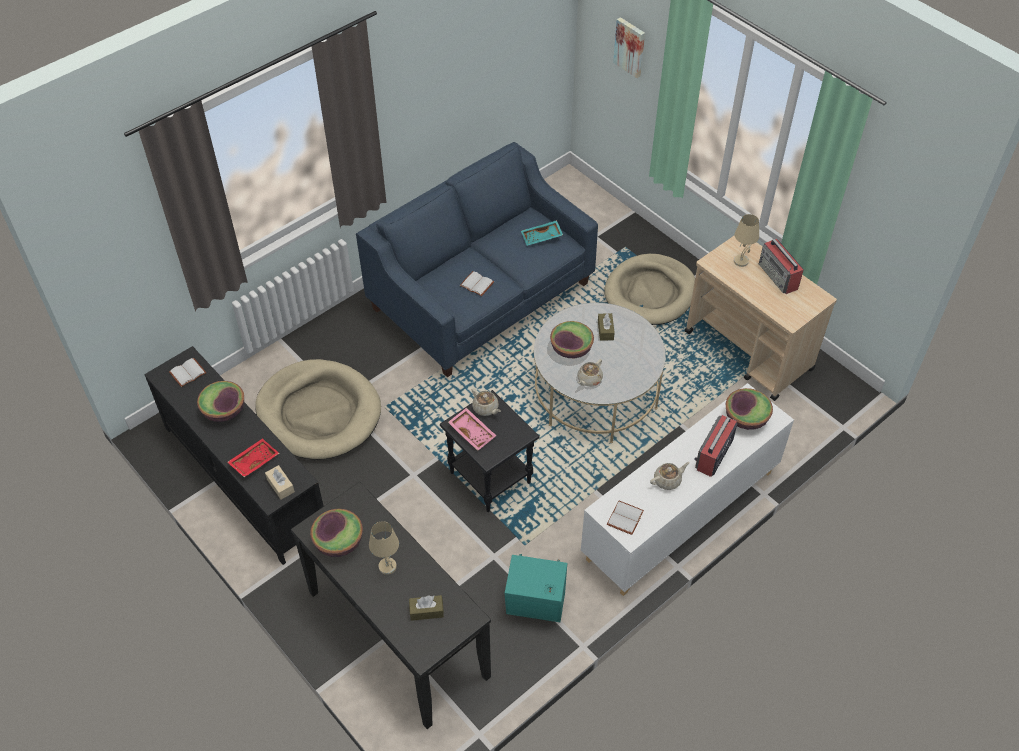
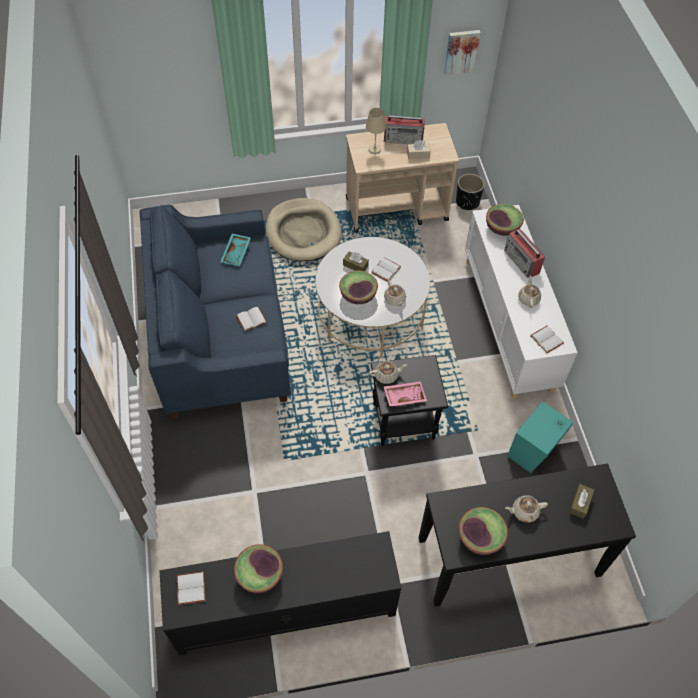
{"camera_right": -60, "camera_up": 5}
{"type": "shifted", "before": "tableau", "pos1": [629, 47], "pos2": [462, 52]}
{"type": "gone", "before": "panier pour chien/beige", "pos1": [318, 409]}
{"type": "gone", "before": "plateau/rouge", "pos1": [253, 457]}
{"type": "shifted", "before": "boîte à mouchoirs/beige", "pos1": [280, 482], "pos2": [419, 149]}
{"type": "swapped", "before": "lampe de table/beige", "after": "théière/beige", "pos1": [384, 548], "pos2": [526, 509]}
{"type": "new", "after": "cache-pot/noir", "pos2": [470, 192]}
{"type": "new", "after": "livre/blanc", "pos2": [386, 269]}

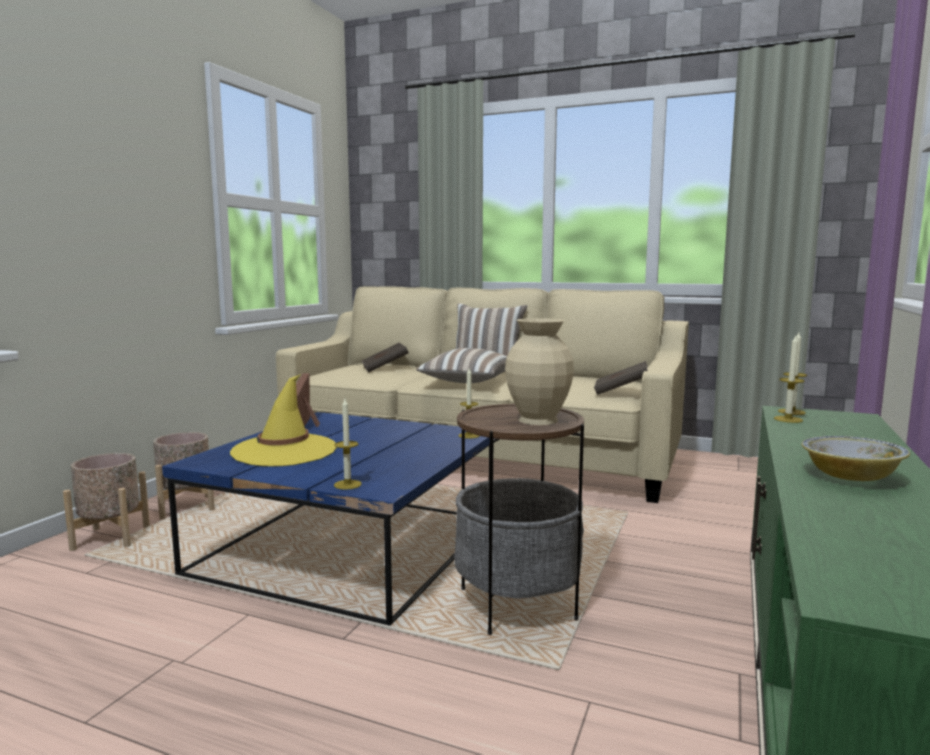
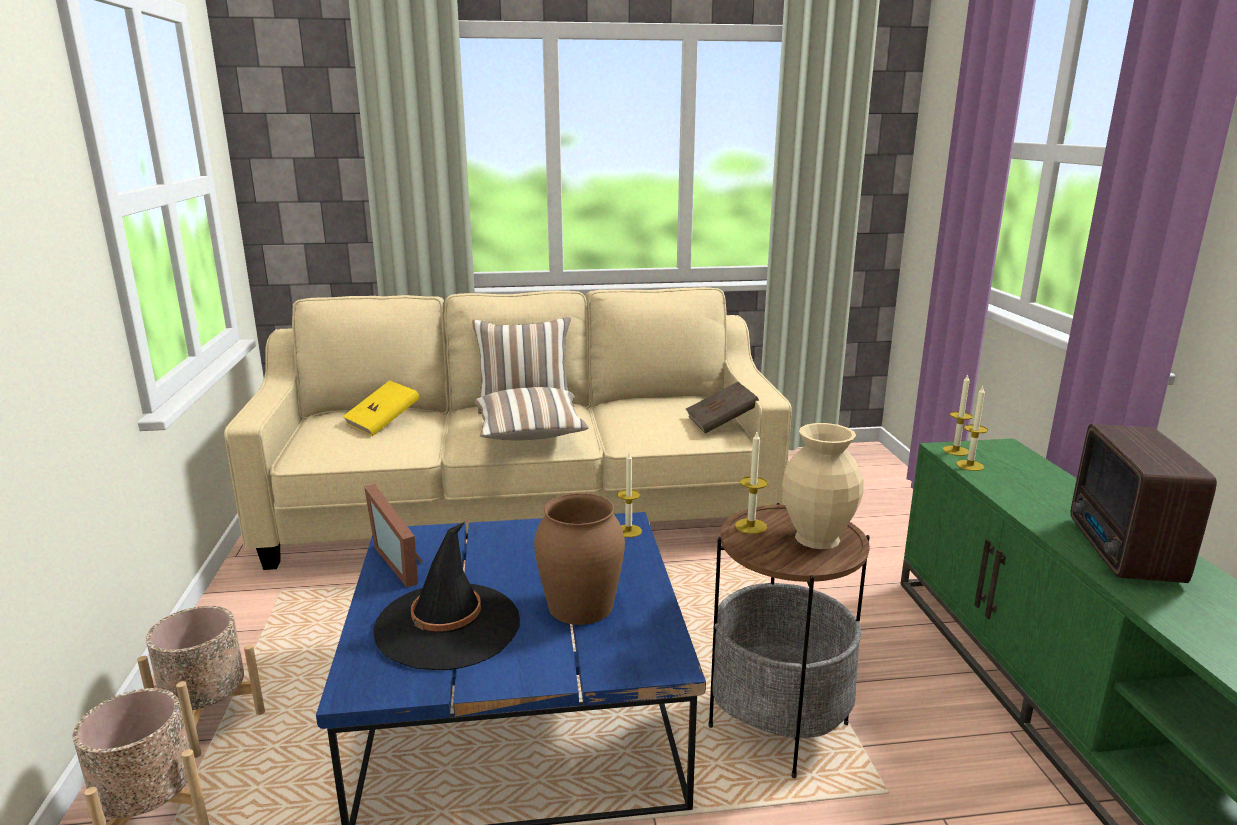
{"camera_right": -30, "camera_up": 10}
{"type": "repainted", "before": "livre/marron", "after": "livre/jaune", "pos1": [385, 357], "pos2": [381, 408]}
{"type": "repainted", "before": "chapeau/jaune", "after": "chapeau/noir", "pos1": [283, 420], "pos2": [447, 596]}
{"type": "shifted", "before": "bougie", "pos1": [348, 444], "pos2": [751, 483]}
{"type": "swapped", "before": "bol", "after": "radio", "pos1": [856, 458], "pos2": [1144, 503]}
{"type": "new", "after": "vase/marron", "pos2": [579, 559]}

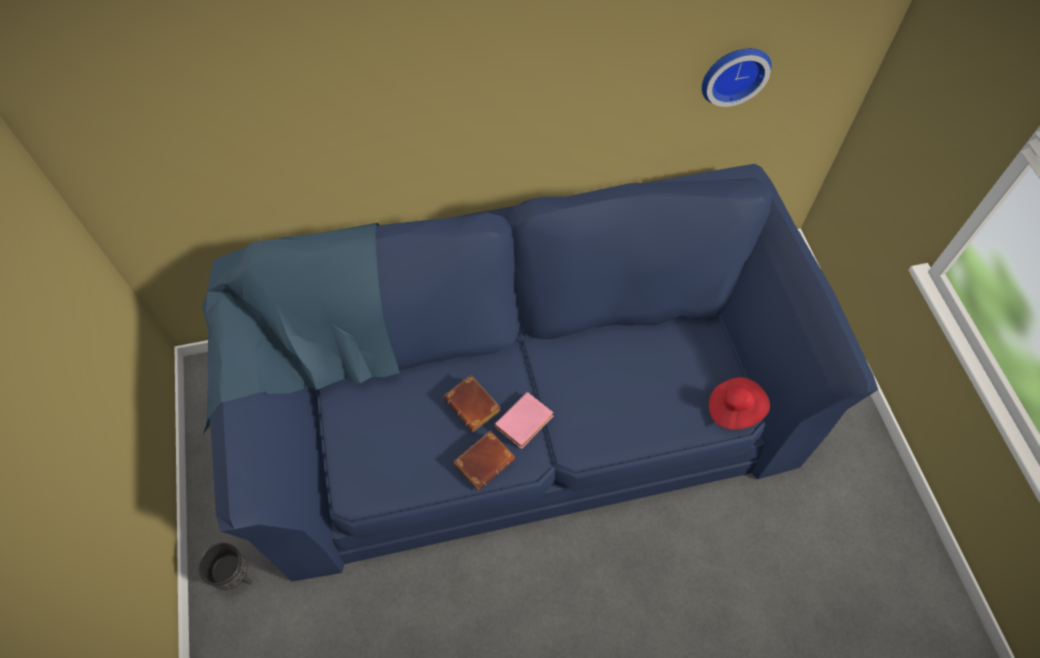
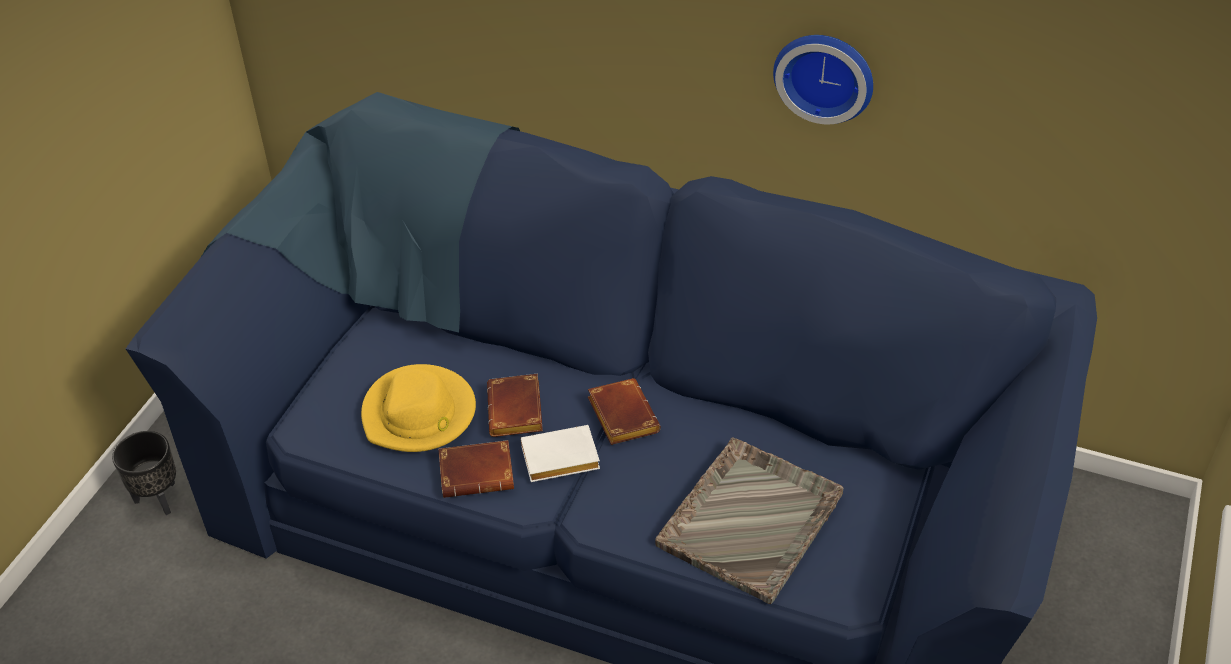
{"camera_right": 35, "camera_up": -15}
{"type": "shifted", "before": "horloge murale", "pos1": [737, 77], "pos2": [823, 79]}
{"type": "gone", "before": "chapeau/rouge", "pos1": [739, 403]}
{"type": "repainted", "before": "livre/rose", "after": "livre/blanc", "pos1": [524, 420], "pos2": [560, 453]}
{"type": "new", "after": "chapeau/jaune", "pos2": [418, 408]}
{"type": "new", "after": "livre/marron", "pos2": [624, 411]}
{"type": "new", "after": "plateau/gris", "pos2": [749, 520]}

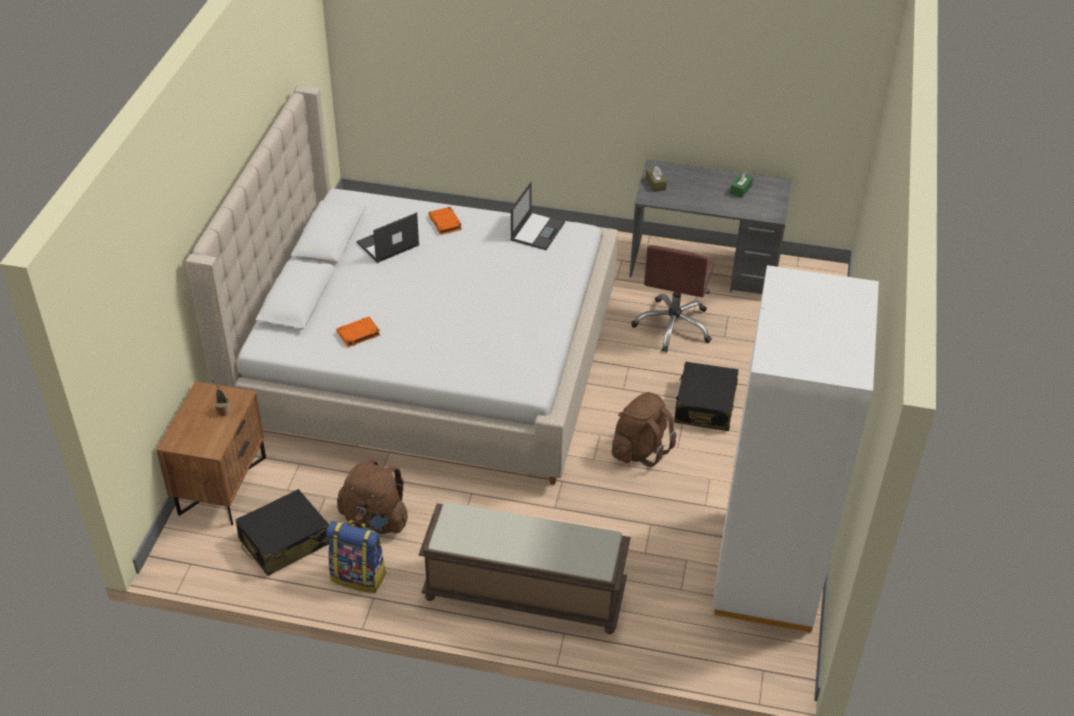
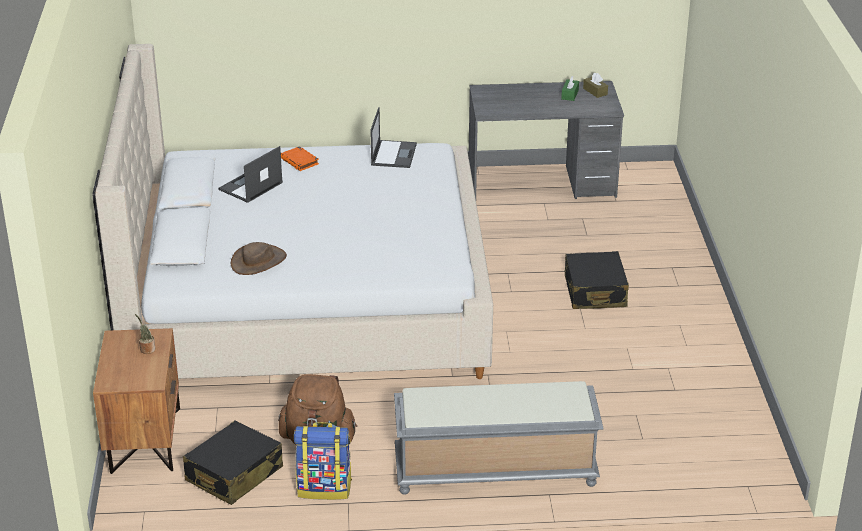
{"camera_right": -15, "camera_up": -10}
{"type": "shifted", "before": "boîte à mouchoirs/marron", "pos1": [656, 179], "pos2": [595, 85]}
{"type": "gone", "before": "chaise de bureau/marron", "pos1": [672, 299]}
{"type": "gone", "before": "armoire/blanc", "pos1": [795, 449]}
{"type": "swapped", "before": "livre/orange", "after": "chapeau/marron", "pos1": [358, 332], "pos2": [259, 258]}
{"type": "gone", "before": "sac à dos/marron", "pos1": [644, 429]}
{"type": "repainted", "before": "banc/marron", "after": "banc/gris", "pos1": [525, 568], "pos2": [499, 438]}

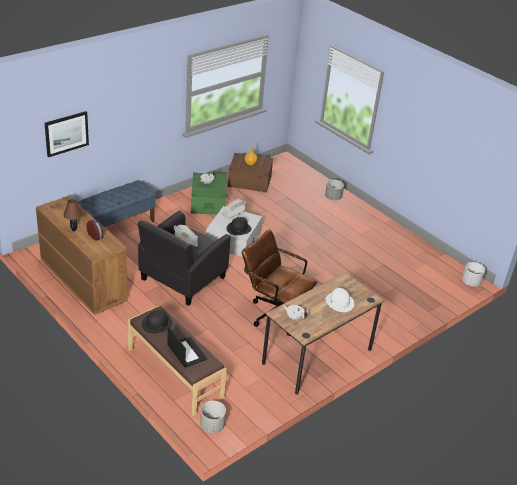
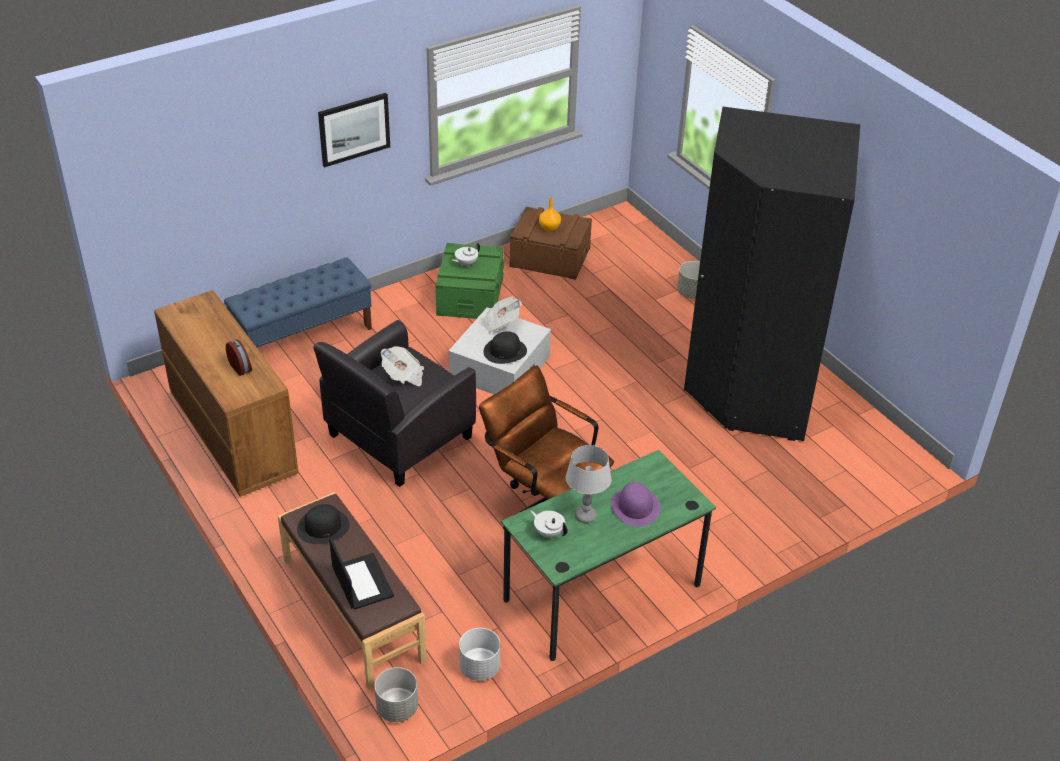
{"camera_right": 10, "camera_up": 5}
{"type": "shifted", "before": "tableau", "pos1": [67, 134], "pos2": [354, 130]}
{"type": "gone", "before": "lampe de table/marron", "pos1": [72, 215]}
{"type": "shifted", "before": "cache-pot/blanc", "pos1": [473, 274], "pos2": [479, 654]}
{"type": "repainted", "before": "bureau/marron", "after": "bureau/vert", "pos1": [323, 333], "pos2": [608, 555]}
{"type": "repainted", "before": "chapeau/blanc", "after": "chapeau/violet", "pos1": [340, 300], "pos2": [636, 504]}
{"type": "new", "after": "armoire/noir", "pos2": [772, 274]}
{"type": "new", "after": "lampe de table/gris", "pos2": [589, 484]}

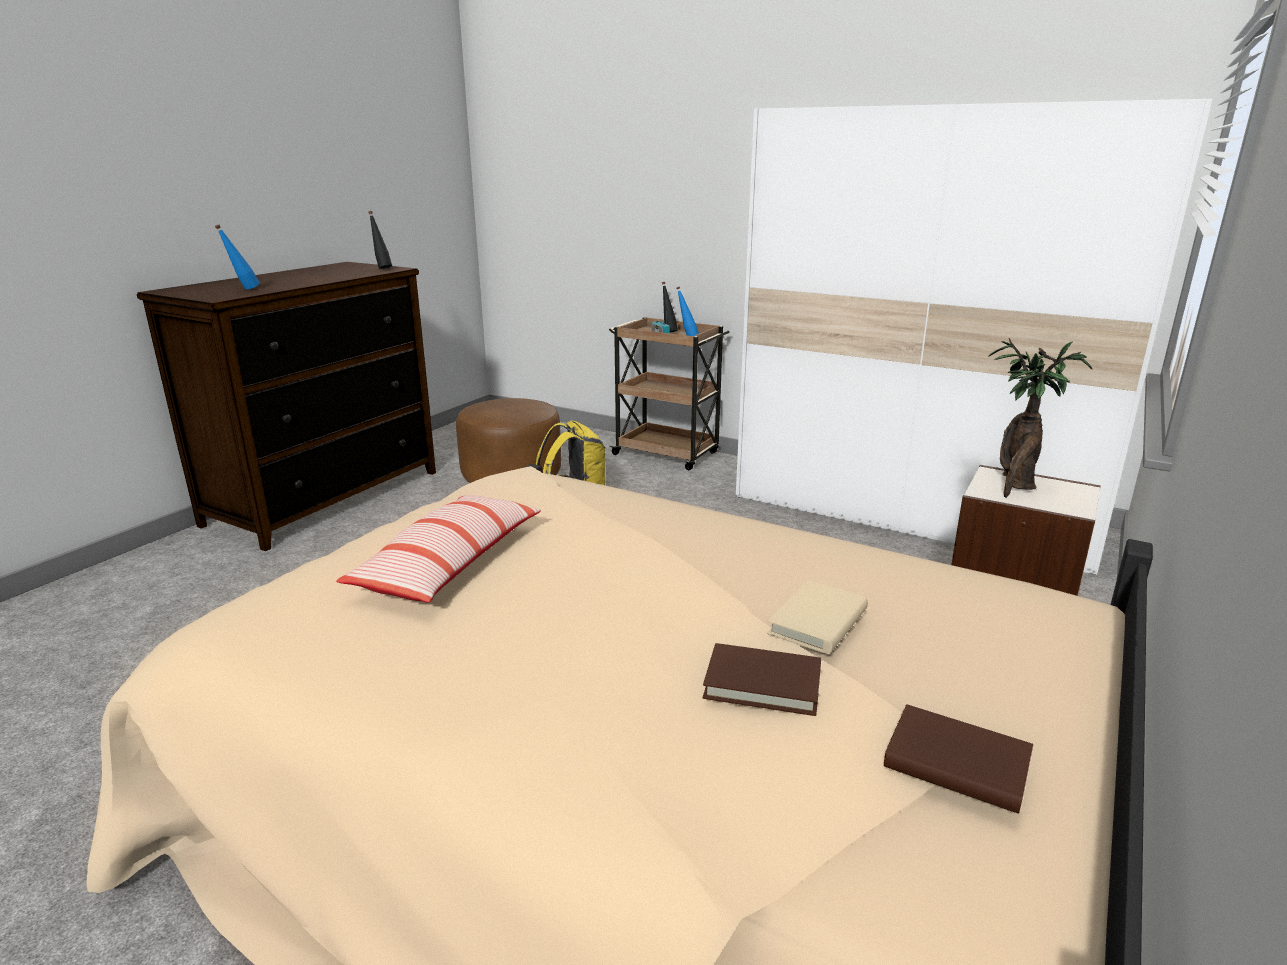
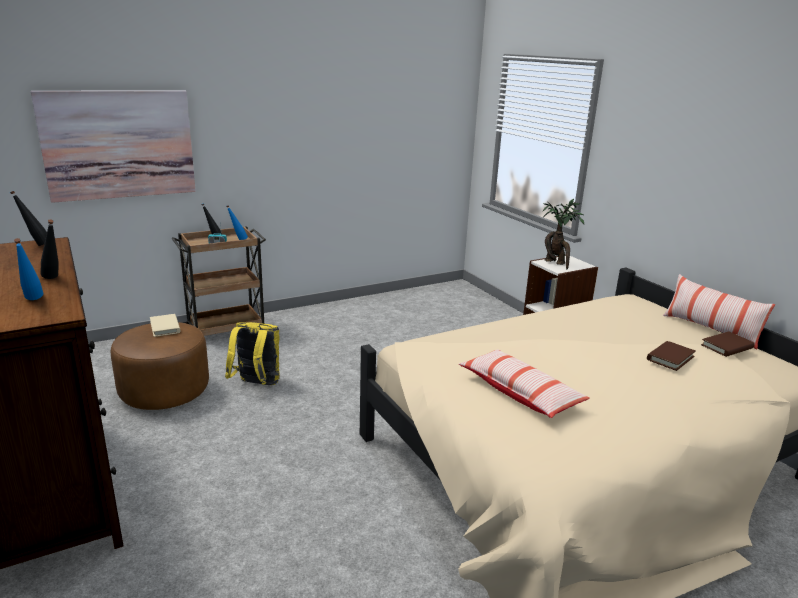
{"camera_right": -60, "camera_up": 0}
{"type": "gone", "before": "armoire/blanc", "pos1": [974, 337]}
{"type": "shifted", "before": "livre/beige", "pos1": [817, 617], "pos2": [165, 325]}
{"type": "new", "after": "tableau", "pos2": [113, 147]}
{"type": "new", "after": "bouteille/noir", "pos2": [50, 249]}
{"type": "new", "after": "coussin", "pos2": [719, 311]}

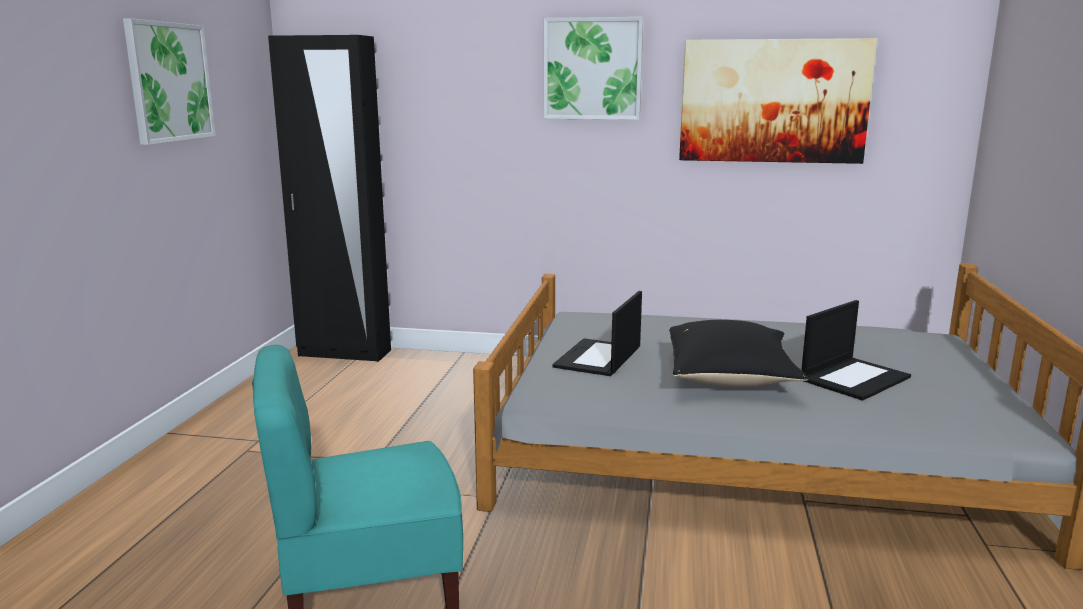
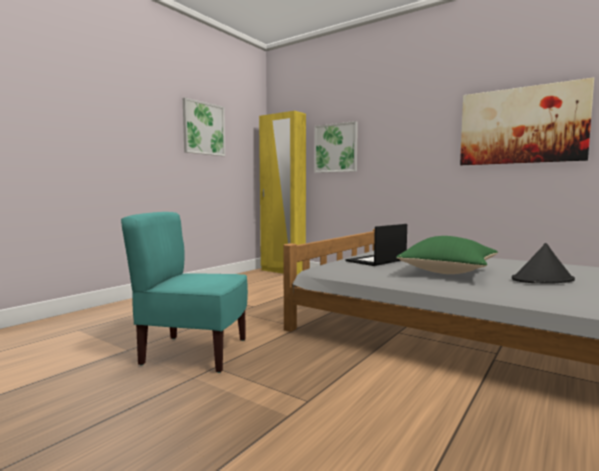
{"camera_right": 25, "camera_up": -10}
{"type": "shifted", "before": "tableau", "pos1": [593, 68], "pos2": [336, 147]}
{"type": "repainted", "before": "armoire/noir", "after": "armoire/jaune", "pos1": [329, 198], "pos2": [282, 193]}
{"type": "swapped", "before": "ordinateur portable", "after": "chapeau/noir", "pos1": [856, 350], "pos2": [543, 263]}
{"type": "repainted", "before": "coussin/noir", "after": "coussin/vert", "pos1": [738, 353], "pos2": [447, 255]}

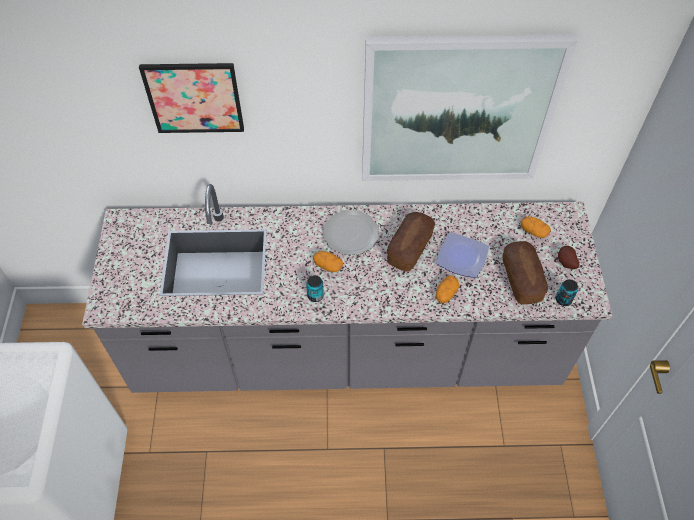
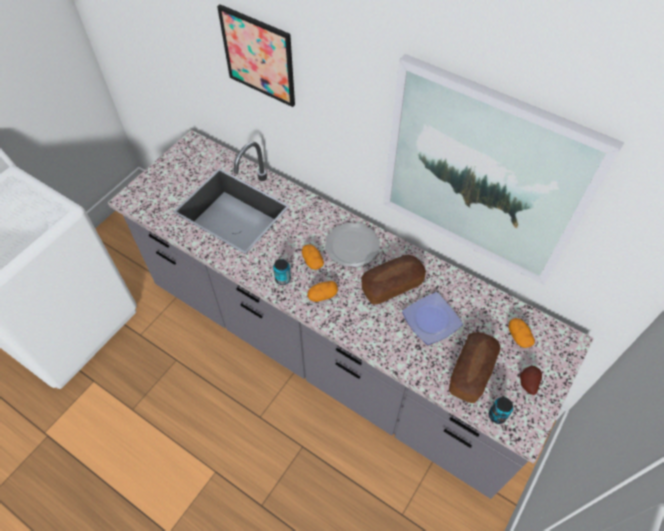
{"camera_right": 35, "camera_up": 0}
{"type": "shifted", "before": "pomme de terre", "pos1": [447, 289], "pos2": [322, 291]}

